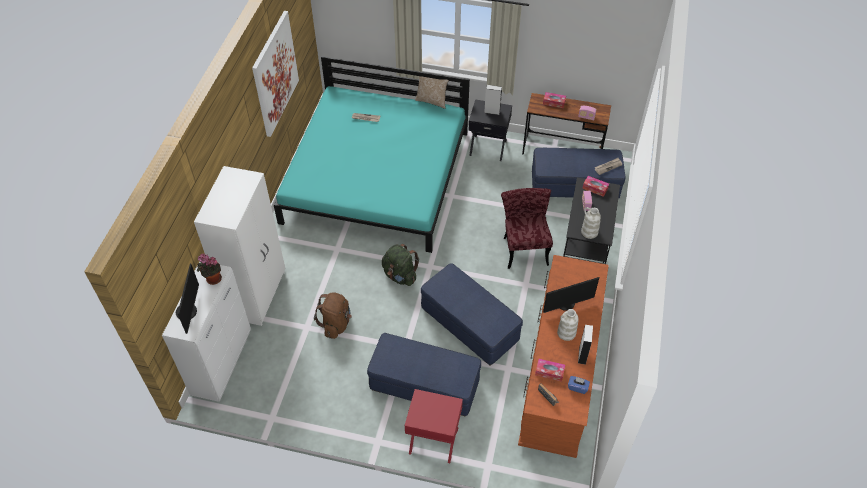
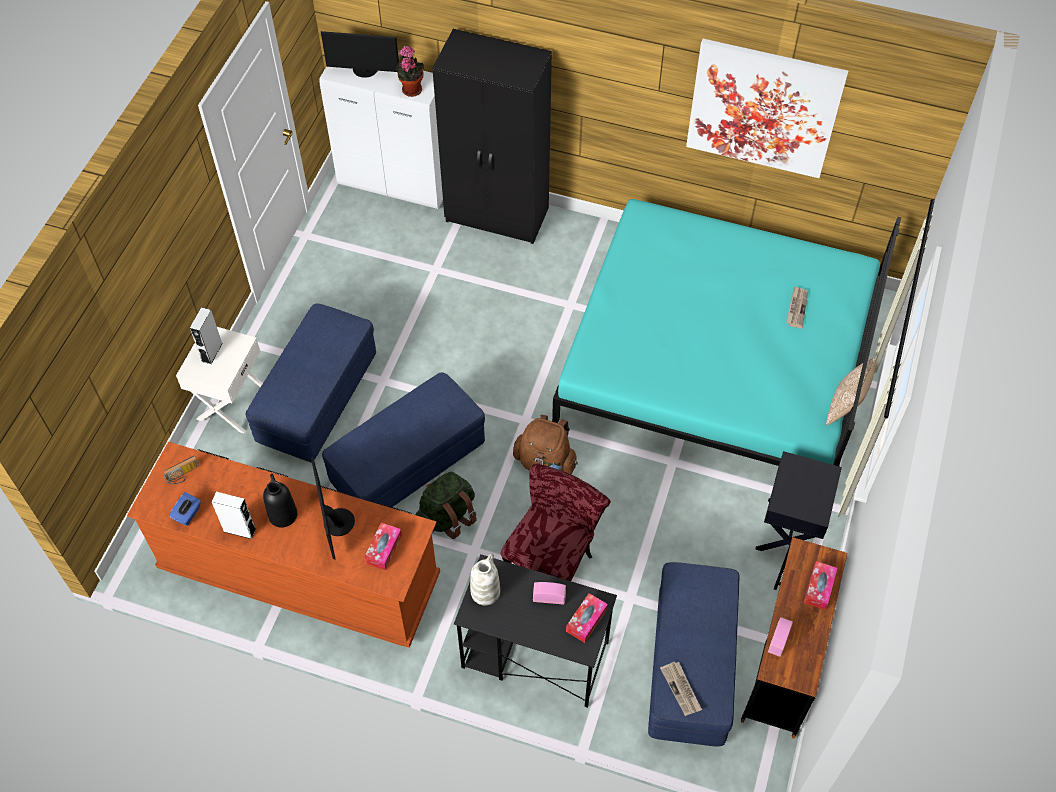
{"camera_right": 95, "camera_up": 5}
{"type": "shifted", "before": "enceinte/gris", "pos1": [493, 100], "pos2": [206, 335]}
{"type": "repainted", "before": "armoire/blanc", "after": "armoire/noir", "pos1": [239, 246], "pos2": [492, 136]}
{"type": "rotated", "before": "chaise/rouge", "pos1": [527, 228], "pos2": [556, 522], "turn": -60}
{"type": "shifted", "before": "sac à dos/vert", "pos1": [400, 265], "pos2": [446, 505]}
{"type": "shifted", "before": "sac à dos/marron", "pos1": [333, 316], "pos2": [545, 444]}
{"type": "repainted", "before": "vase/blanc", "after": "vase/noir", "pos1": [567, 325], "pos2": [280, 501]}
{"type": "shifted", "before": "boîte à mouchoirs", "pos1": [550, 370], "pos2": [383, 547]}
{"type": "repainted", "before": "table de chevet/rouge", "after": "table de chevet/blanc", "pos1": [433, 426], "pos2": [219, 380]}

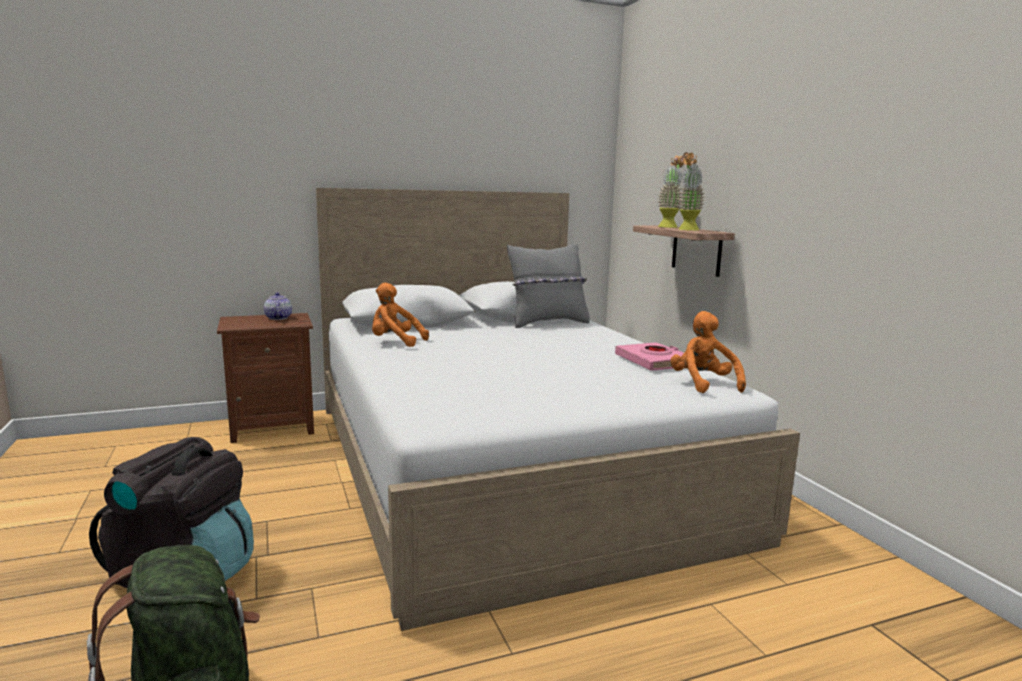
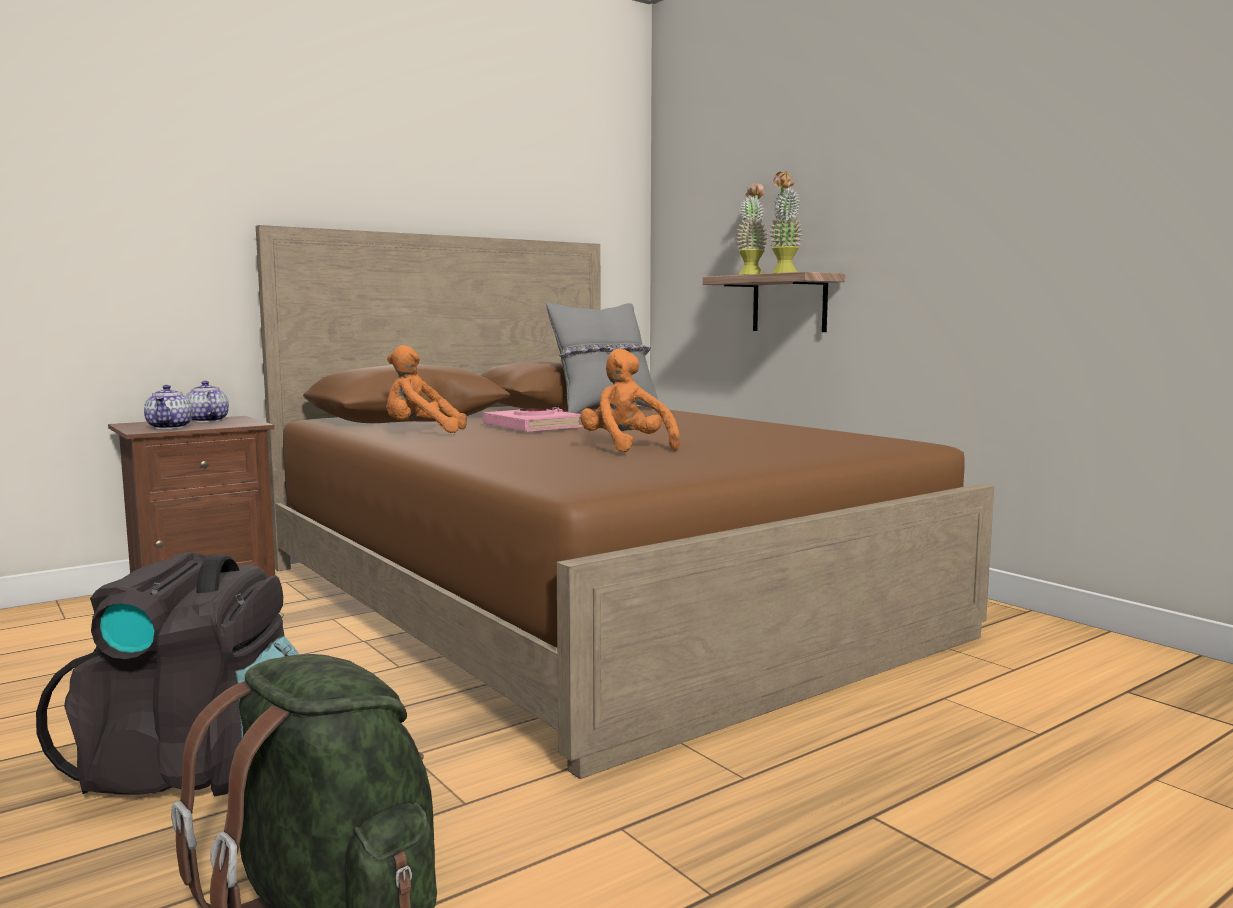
{"camera_right": -15, "camera_up": -5}
{"type": "repainted", "before": "lit/blanc", "after": "lit/marron", "pos1": [558, 409], "pos2": [625, 502]}
{"type": "shifted", "before": "peluche/orange", "pos1": [708, 352], "pos2": [630, 400]}
{"type": "shifted", "before": "livre/rose", "pos1": [649, 356], "pos2": [532, 419]}
{"type": "new", "after": "théière", "pos2": [168, 407]}

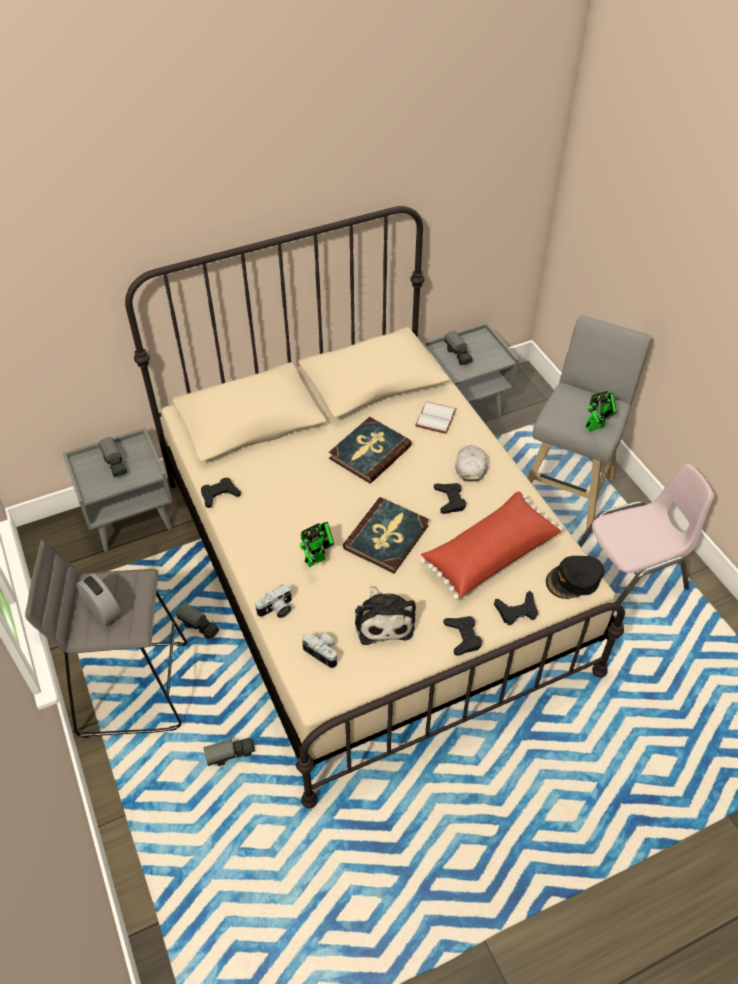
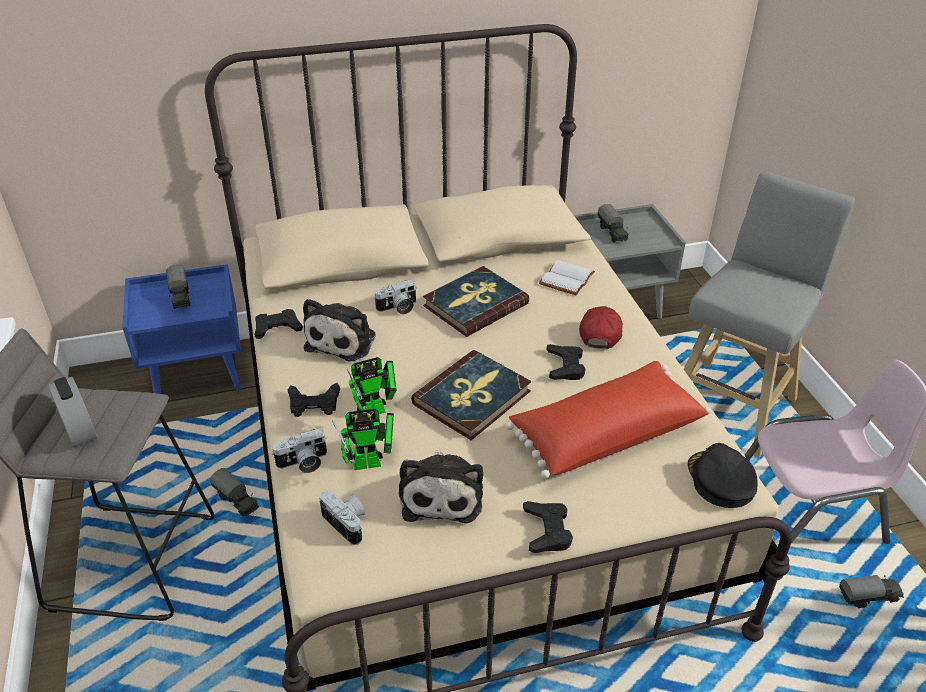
{"camera_right": 10, "camera_up": -10}
{"type": "shifted", "before": "robot jouet", "pos1": [601, 411], "pos2": [363, 439]}
{"type": "repainted", "before": "table de chevet/gris", "after": "table de chevet/bleu", "pos1": [117, 490], "pos2": [181, 329]}
{"type": "repainted", "before": "casquette/blanc", "after": "casquette/rouge", "pos1": [471, 463], "pos2": [601, 327]}
{"type": "rotated", "before": "casquette/noir", "pos1": [575, 577], "pos2": [723, 475], "turn": 90}
{"type": "shifted", "before": "manette/noir", "pos1": [516, 608], "pos2": [314, 400]}
{"type": "shifted", "before": "camion jouet", "pos1": [229, 752], "pos2": [871, 591]}
{"type": "new", "after": "appareil photo", "pos2": [395, 297]}
{"type": "new", "after": "peluche", "pos2": [339, 330]}

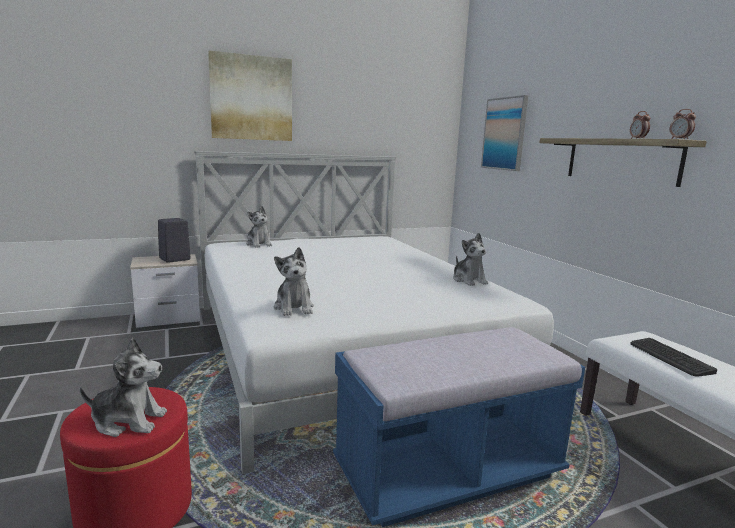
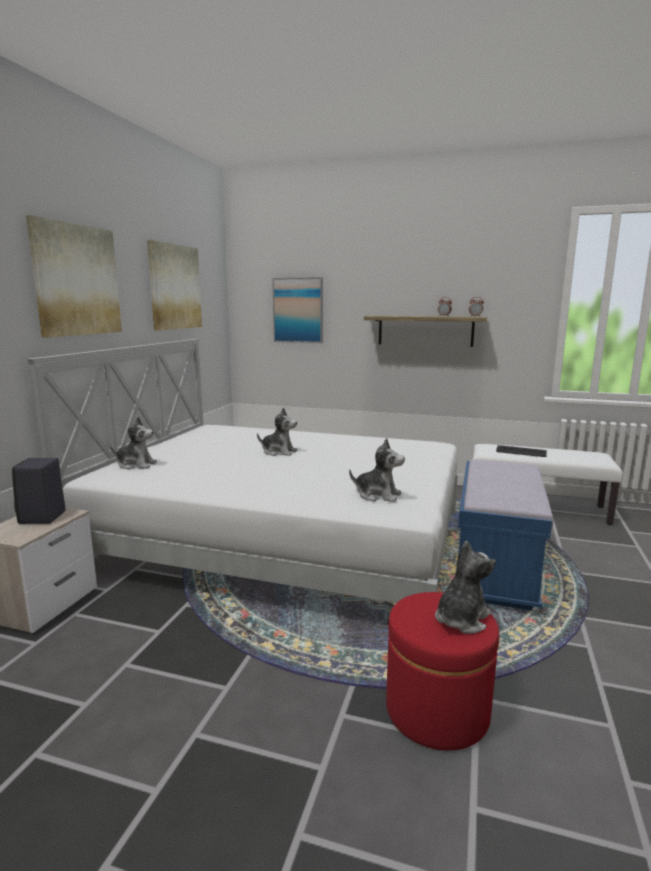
{"camera_right": -50, "camera_up": 0}
{"type": "shifted", "before": "peluche", "pos1": [470, 259], "pos2": [277, 432]}
{"type": "new", "after": "tableau", "pos2": [174, 285]}

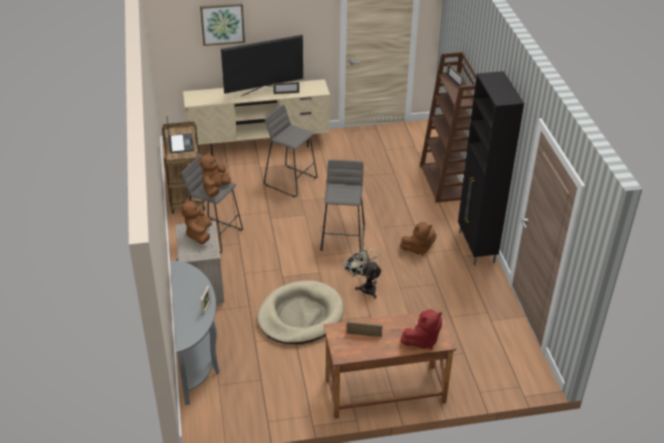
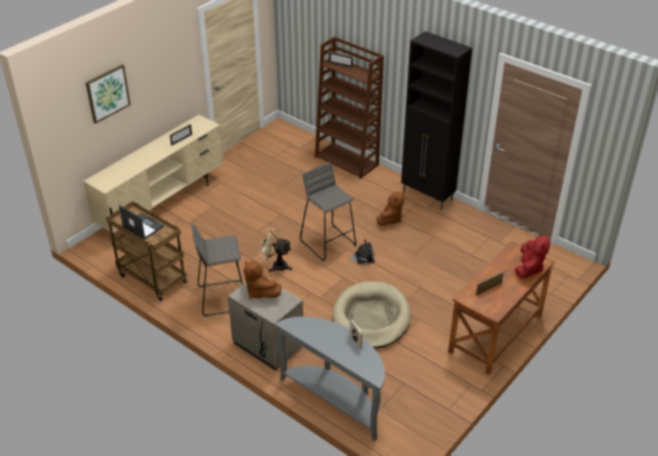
{"camera_right": -40, "camera_up": 0}
{"type": "gone", "before": "téléviseur", "pos1": [262, 65]}
{"type": "gone", "before": "tabouret/gris", "pos1": [290, 150]}
{"type": "gone", "before": "peluche/marron", "pos1": [215, 174]}
{"type": "shifted", "before": "ventilateur/beige", "pos1": [364, 272], "pos2": [275, 249]}

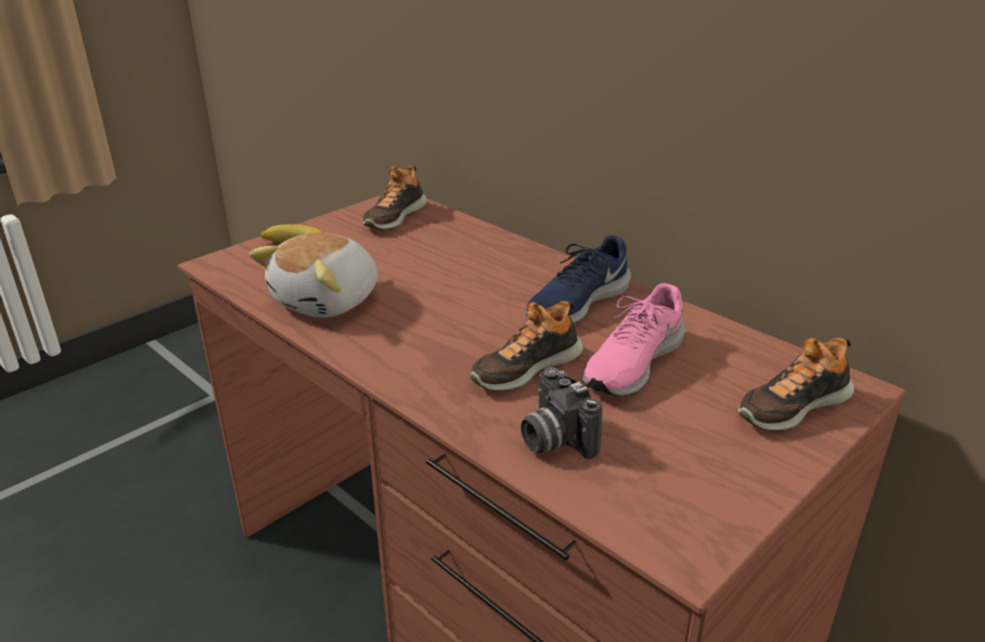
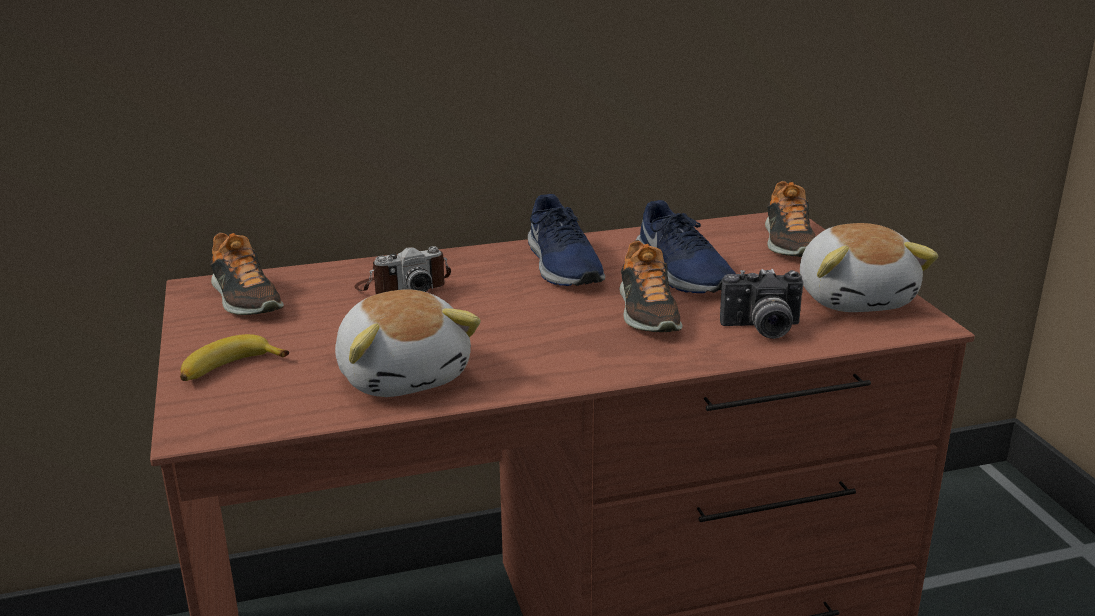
{"camera_right": -60, "camera_up": -5}
{"type": "repainted", "before": "chaussure/rose", "after": "chaussure/bleu", "pos1": [634, 339], "pos2": [686, 246]}
{"type": "new", "after": "peluche", "pos2": [869, 267]}
{"type": "new", "after": "appareil photo", "pos2": [402, 270]}

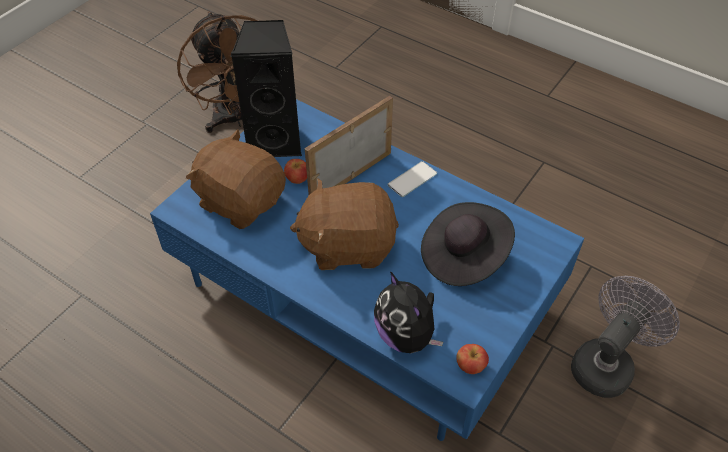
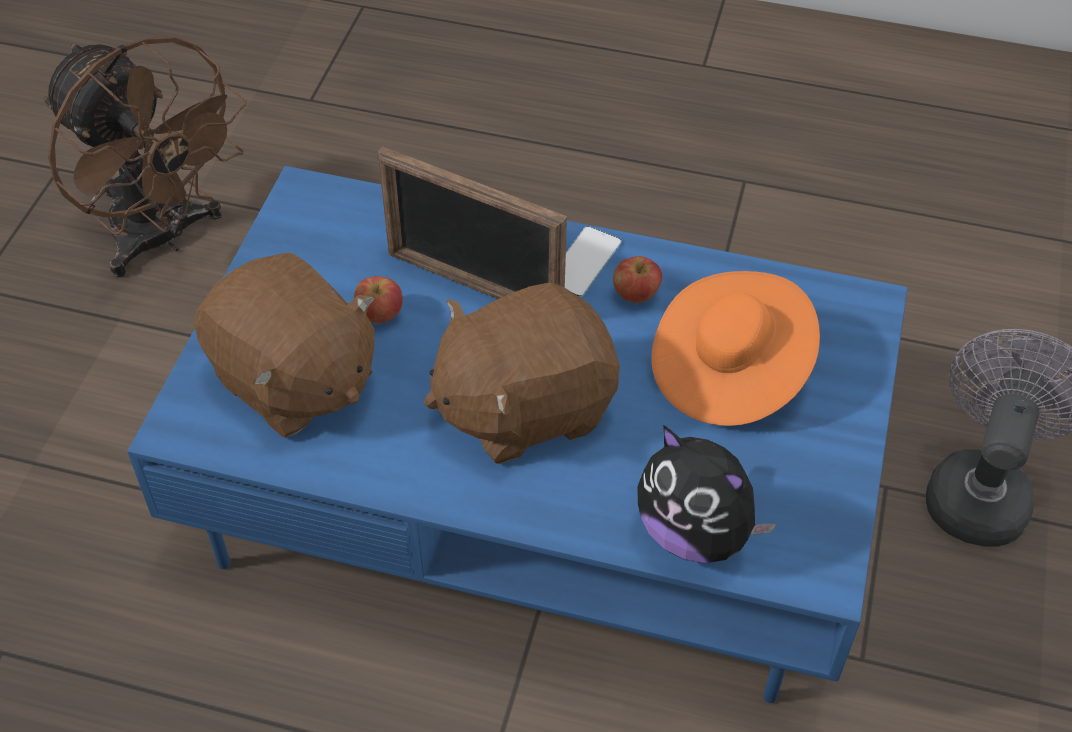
{"camera_right": -20, "camera_up": 0}
{"type": "gone", "before": "enceinte/noir", "pos1": [266, 88]}
{"type": "rotated", "before": "cadre photo", "pos1": [349, 145], "pos2": [472, 222], "turn": -90}
{"type": "rotated", "before": "peluche/marron", "pos1": [236, 179], "pos2": [284, 345], "turn": -150}
{"type": "repainted", "before": "chapeau/noir", "after": "chapeau/orange", "pos1": [468, 244], "pos2": [735, 348]}
{"type": "shifted", "before": "pomme", "pos1": [472, 359], "pos2": [637, 279]}

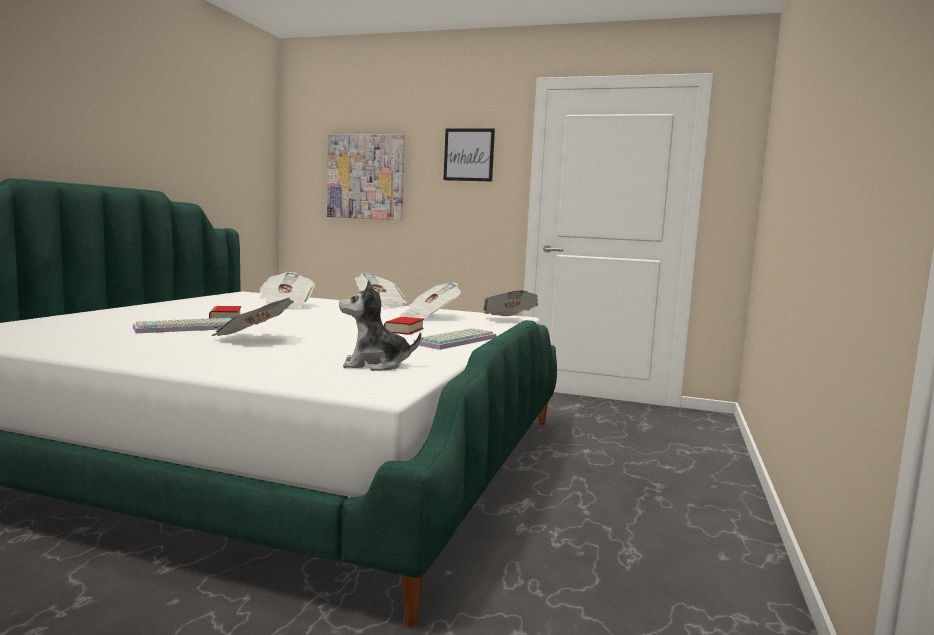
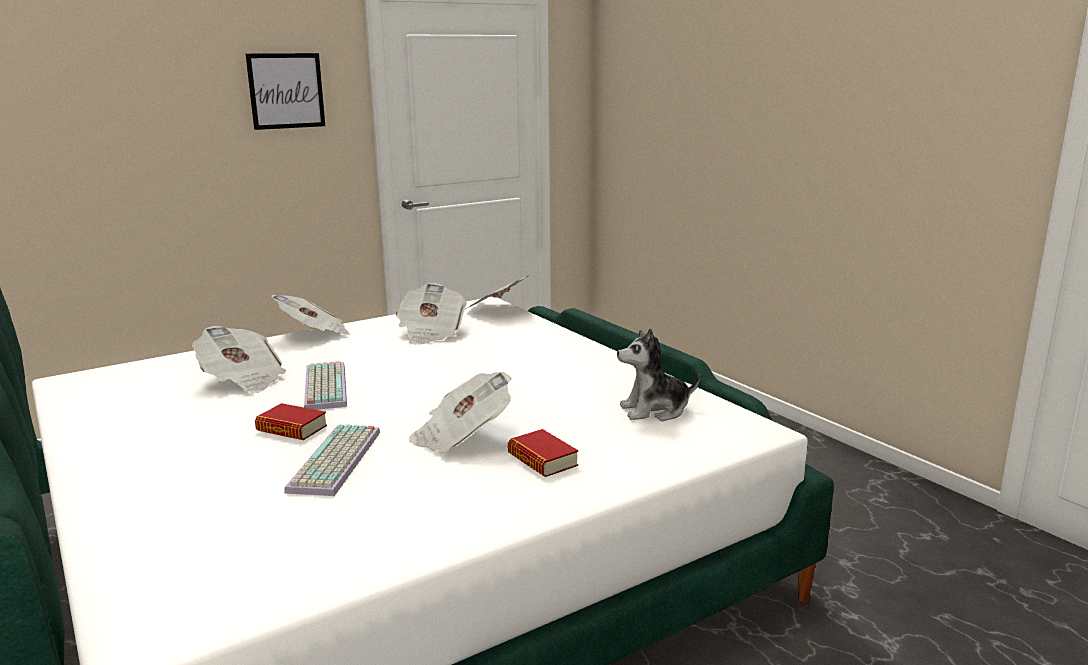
{"camera_right": -50, "camera_up": 10}
{"type": "gone", "before": "tableau", "pos1": [366, 177]}
{"type": "rotated", "before": "peluche", "pos1": [380, 325], "pos2": [658, 374], "turn": 45}
{"type": "shifted", "before": "livre", "pos1": [404, 326], "pos2": [543, 453]}
{"type": "shifted", "before": "clavier", "pos1": [455, 339], "pos2": [325, 385]}

